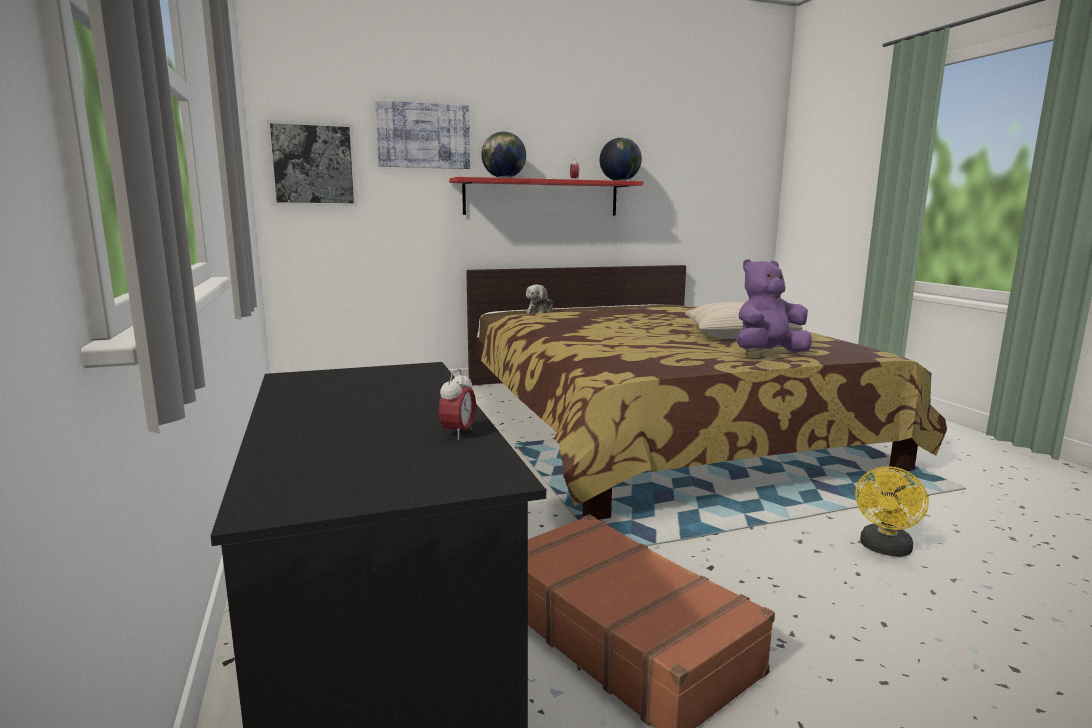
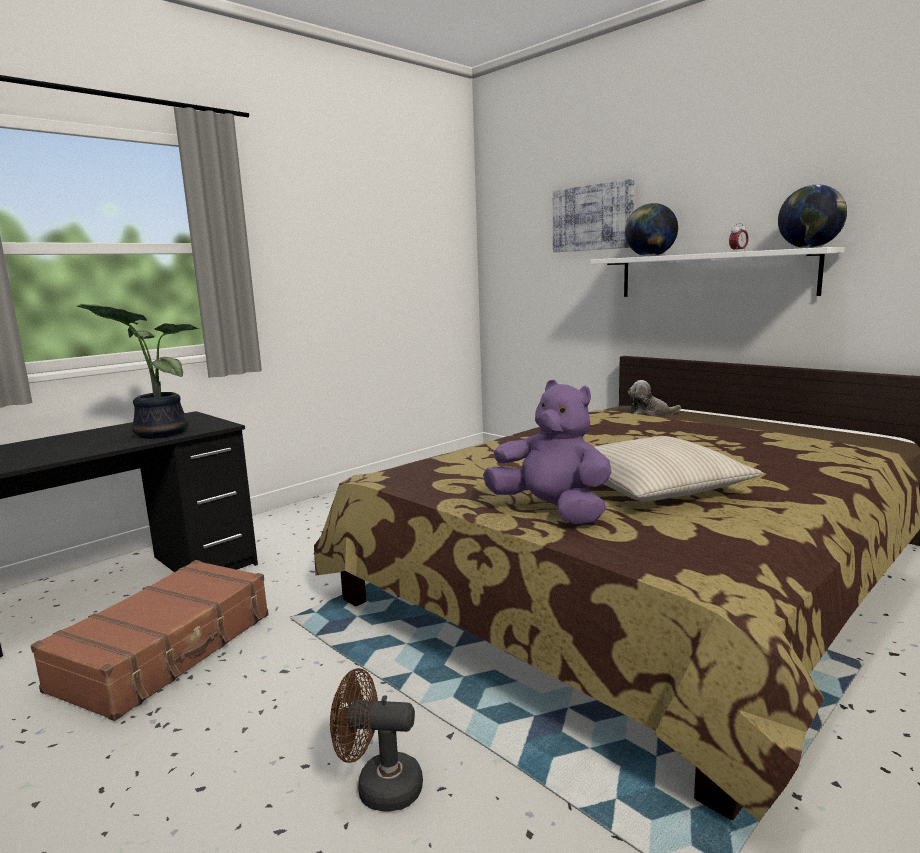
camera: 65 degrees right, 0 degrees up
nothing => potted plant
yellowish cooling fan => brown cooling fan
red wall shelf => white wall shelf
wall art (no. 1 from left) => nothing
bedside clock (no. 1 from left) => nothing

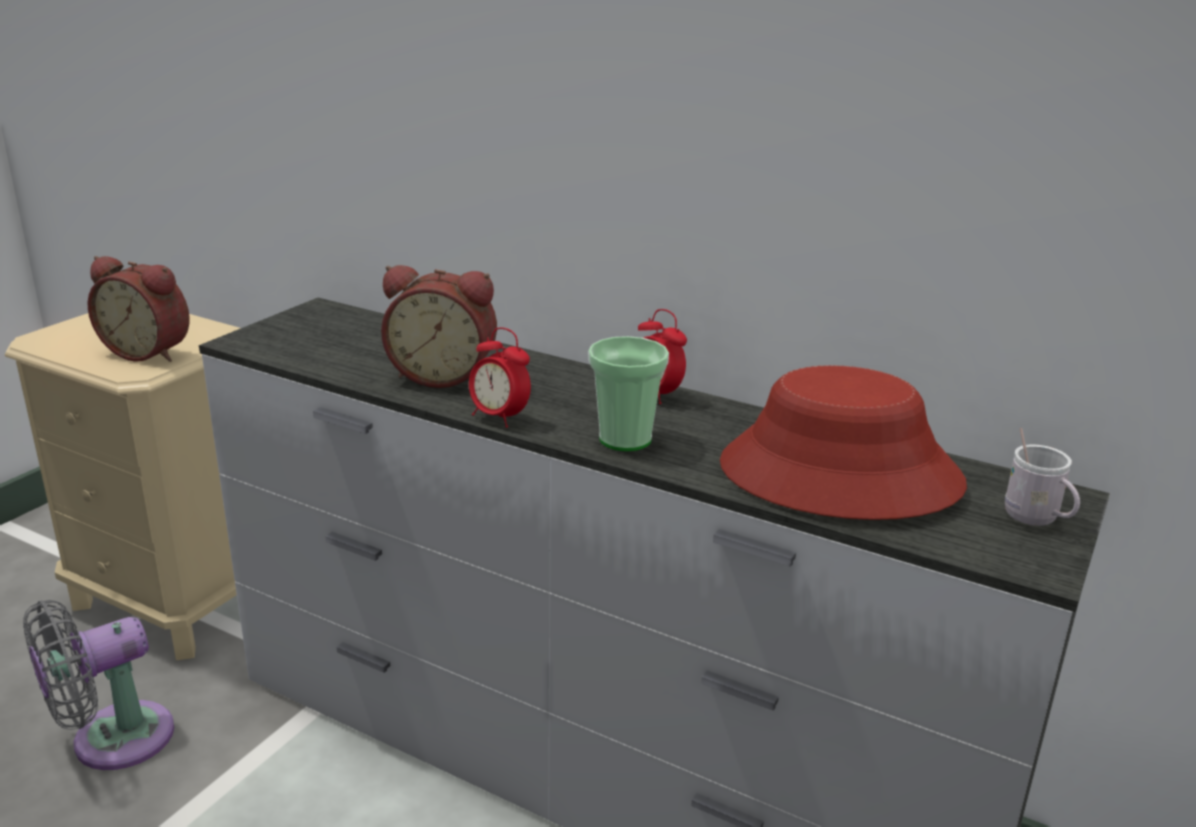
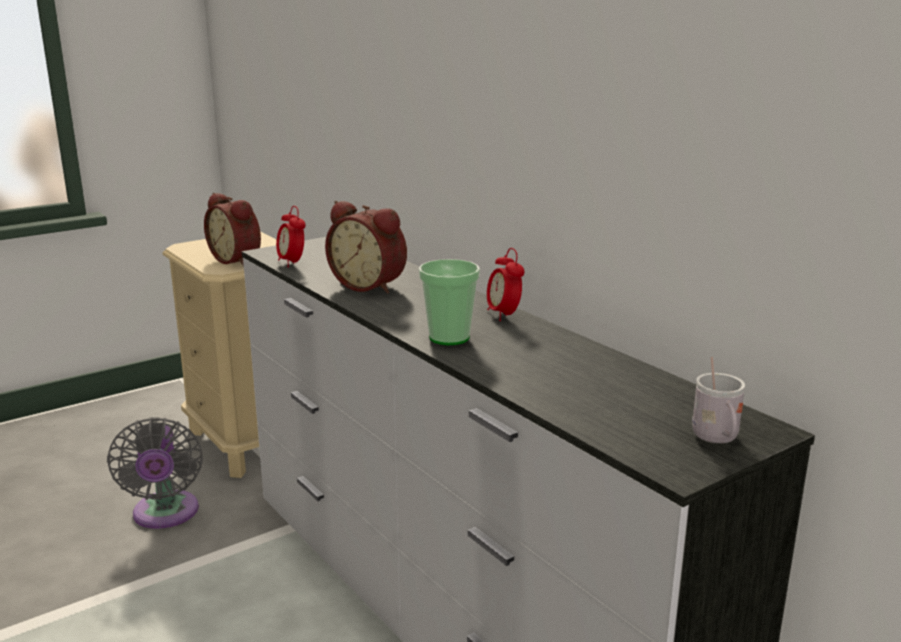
camera: 25 degrees right, 5 degrees down
gray cooling fan, 90 degrees counterclockwise
bedside clock (no. 3 from left in the first image) => bedside clock (no. 2 from left), relocated
red clothing hat => nothing

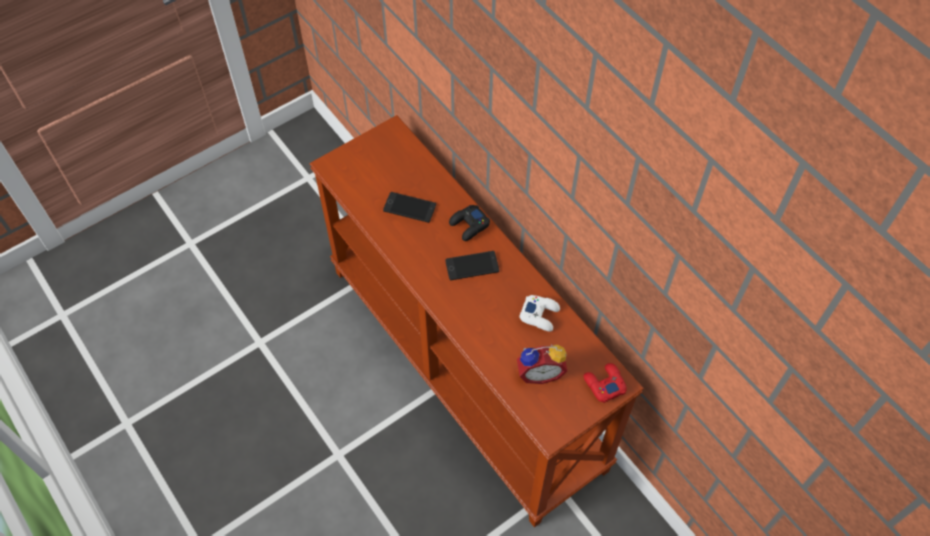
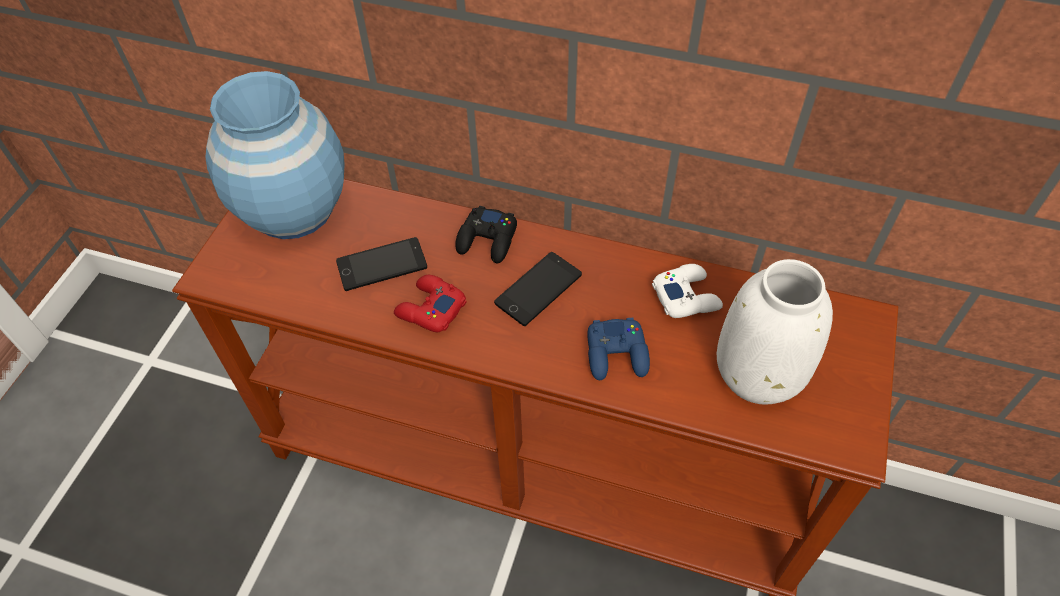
camera: 35 degrees left, 5 degrees down
nothing => bluish vase
red gamepad, relocated
nothing => bluish gamepad
bedside clock => white vase

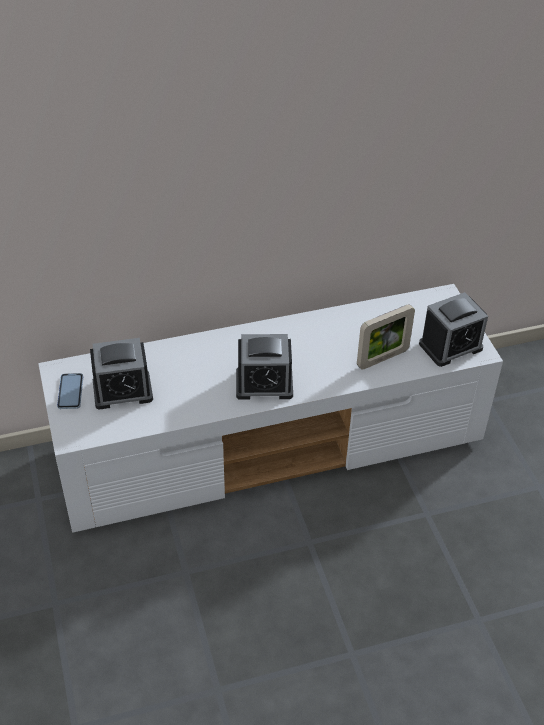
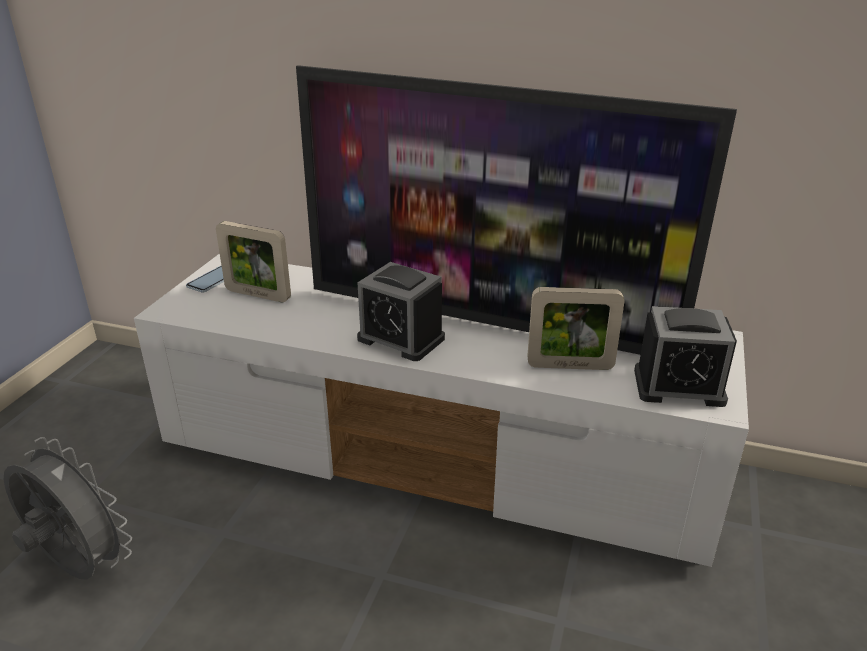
camera: 35 degrees right, 15 degrees down
nothing => gray cooling fan
bedside clock (no. 1 from left) => standing frame (no. 1 from left)
nothing => television

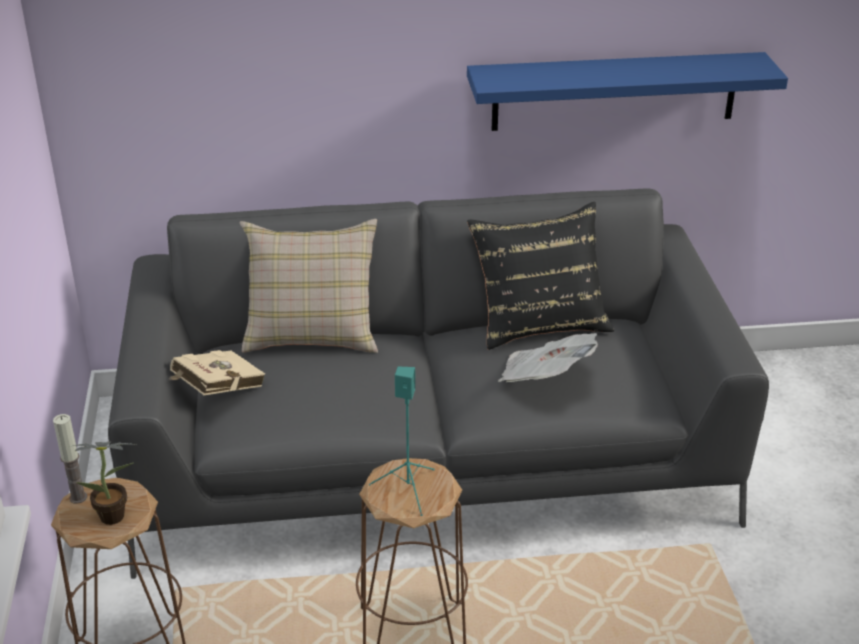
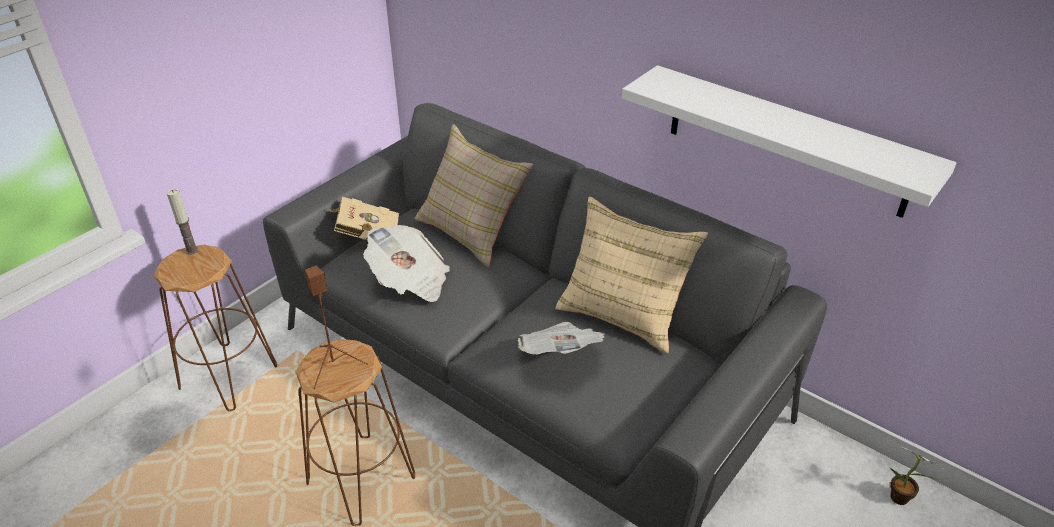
camera: 45 degrees right, 5 degrees up
turquoise-coloured audio speaker => brown audio speaker
nothing => newspaper (no. 1 from left)
blackish pillow => beige-coloured pillow (no. 2 from left)
bluish wall shelf => white wall shelf
potted plant, relocated

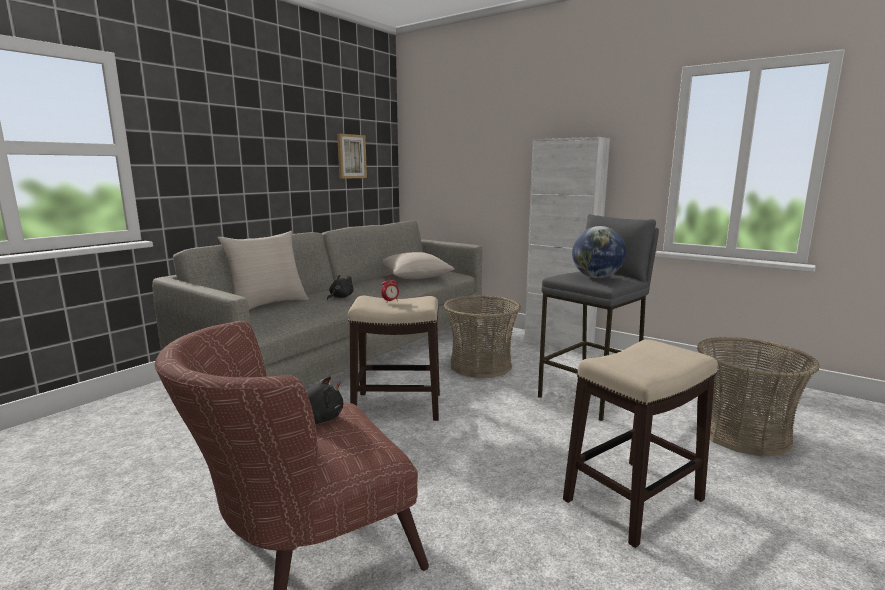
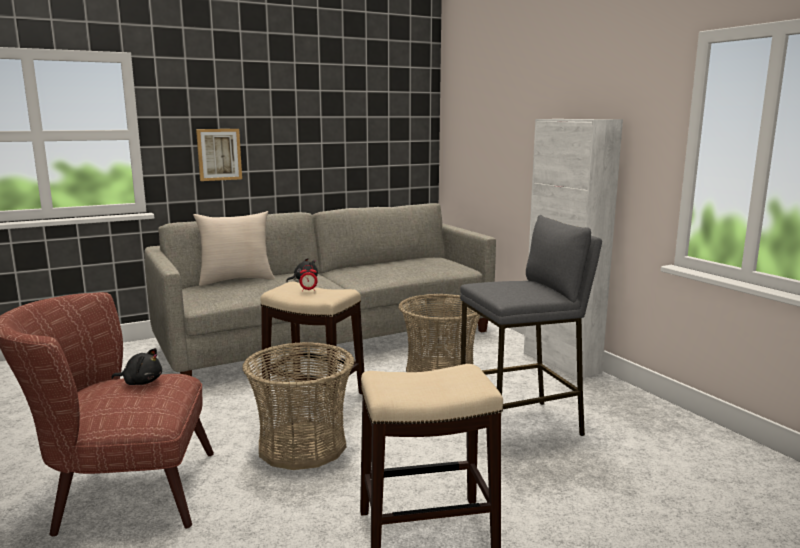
camera: 25 degrees right, 0 degrees up
wall art, relocated
basket (no. 2 from left in the first image) => basket (no. 1 from left), relocated
beige-coloured pillow (no. 2 from left) => nothing
world globe => nothing

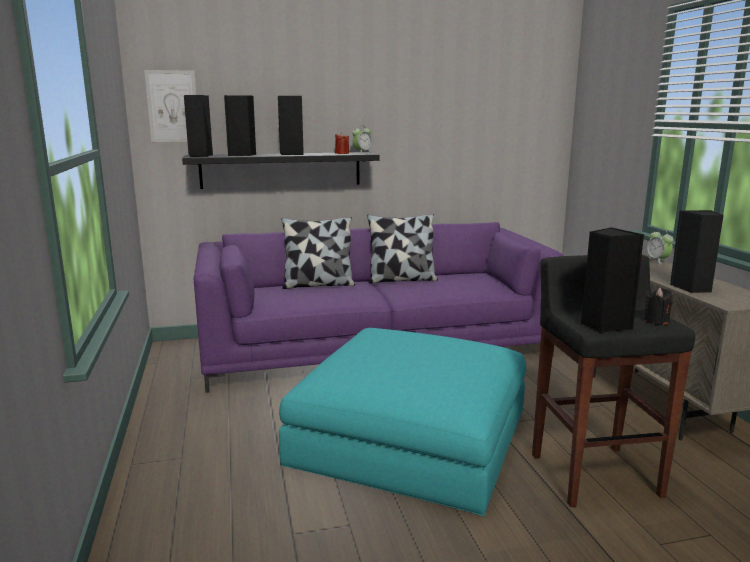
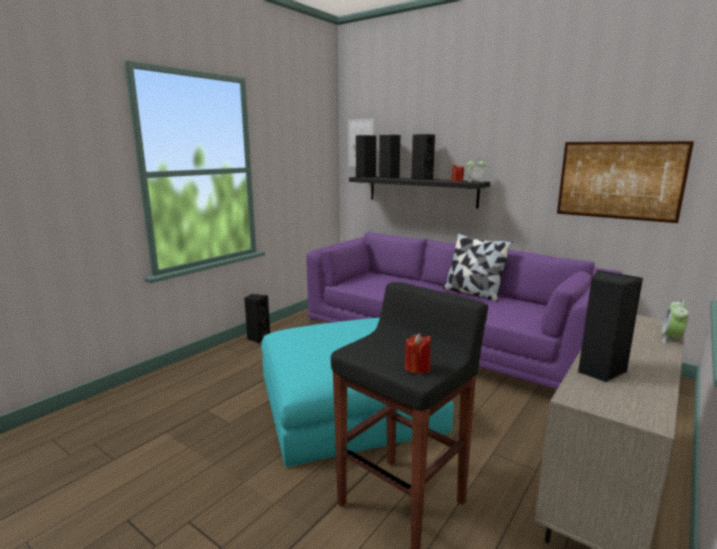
camera: 50 degrees right, 0 degrees up
blackish audio speaker (no. 4 from left in the first image) => blackish audio speaker (no. 1 from left), relocated
blackish wax candle => red wax candle (no. 1 from left)
nothing => wall art (no. 2 from left)
pillow (no. 1 from left) => nothing

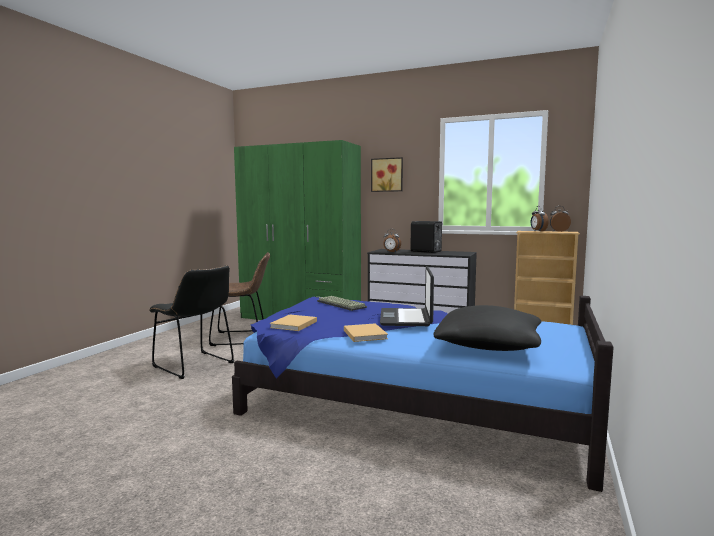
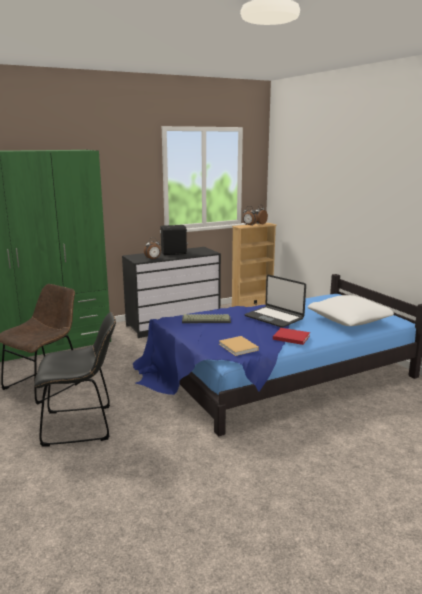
camera: 50 degrees left, 10 degrees up
beige-coloured volume (no. 2 from left) => red volume
blackish pillow => white pillow
wall art => nothing

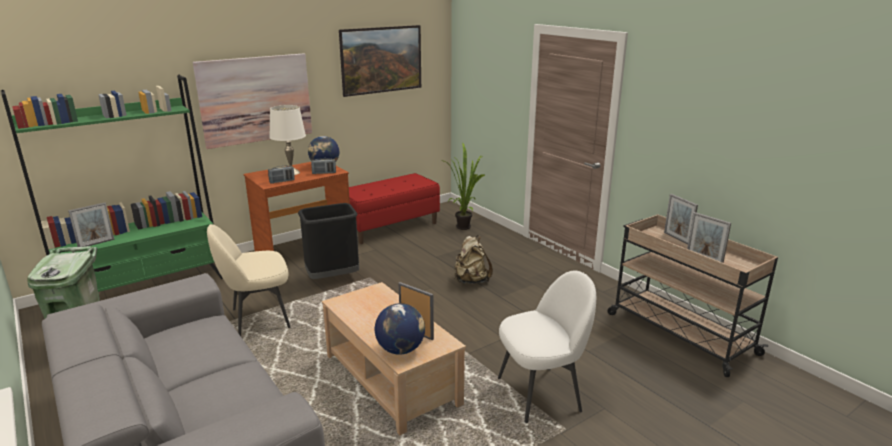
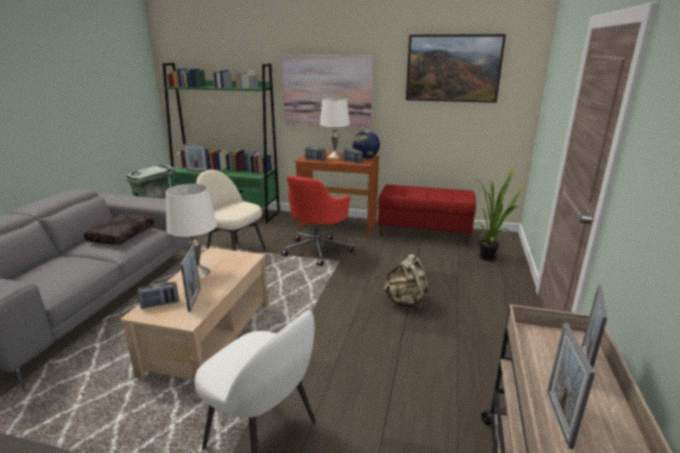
camera: 50 degrees right, 0 degrees up
nothing => brown pillow
world globe (no. 2 from left) => radio (no. 1 from left)
nothing => white lamp for a table (no. 1 from left)
blackish trash can => red desk chair

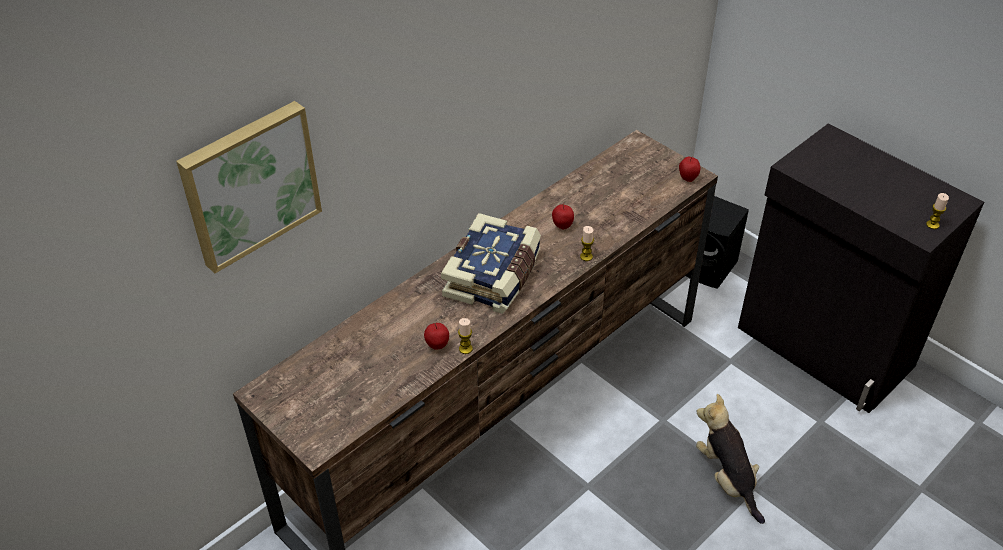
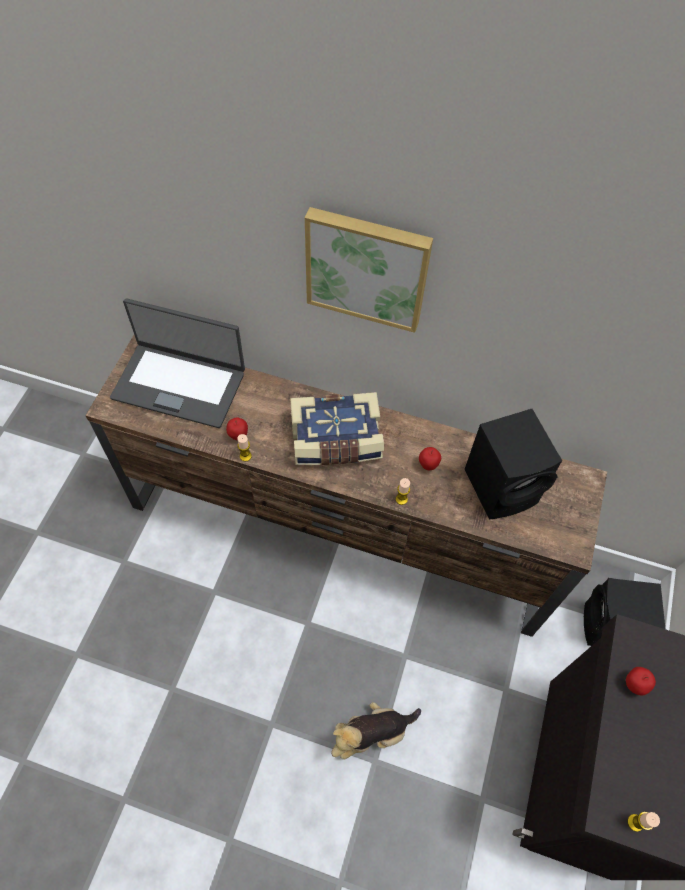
camera: 60 degrees right, 15 degrees up
nothing => notebook computer
wall art, relocated
cuddly toy, 150 degrees counterclockwise
nothing => blackish audio speaker (no. 1 from left)
apple fruit (no. 3 from left), relocated

